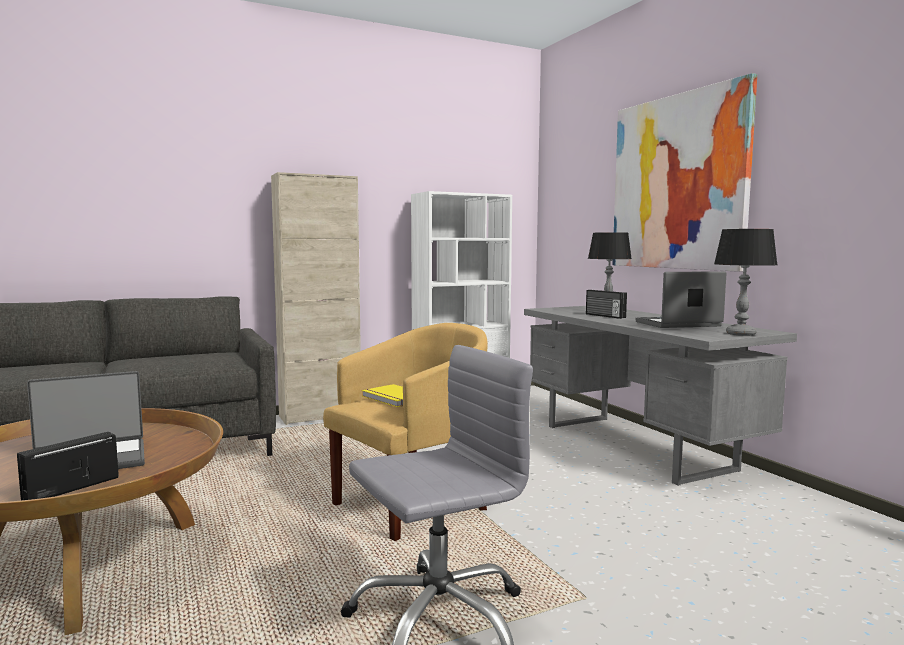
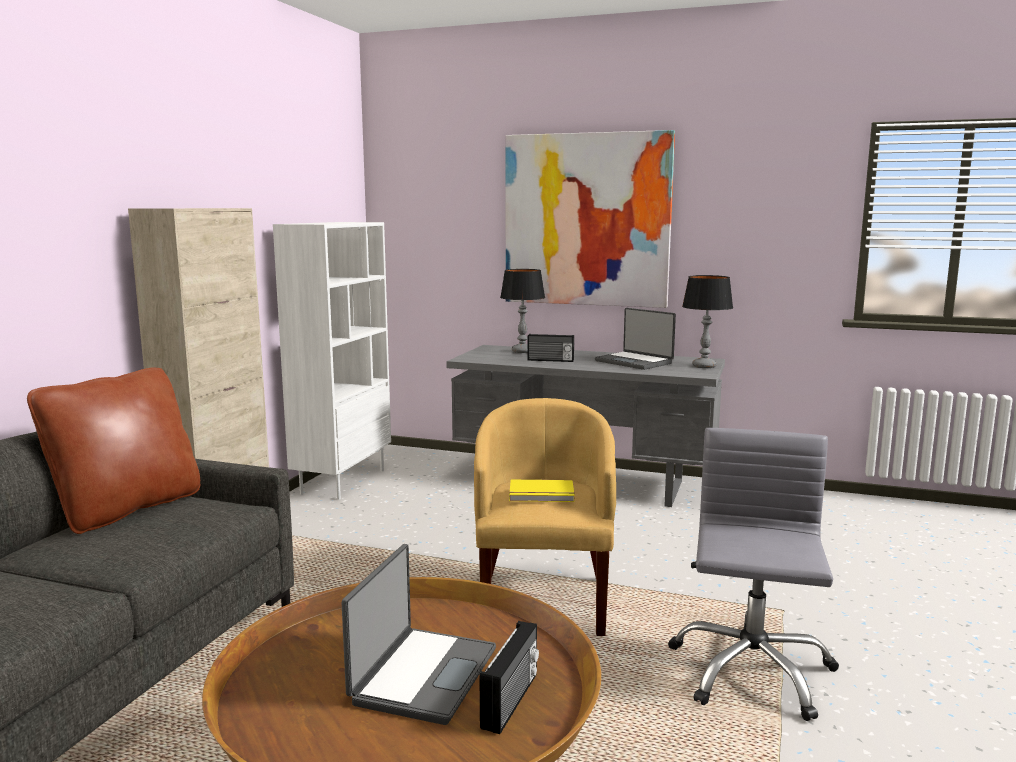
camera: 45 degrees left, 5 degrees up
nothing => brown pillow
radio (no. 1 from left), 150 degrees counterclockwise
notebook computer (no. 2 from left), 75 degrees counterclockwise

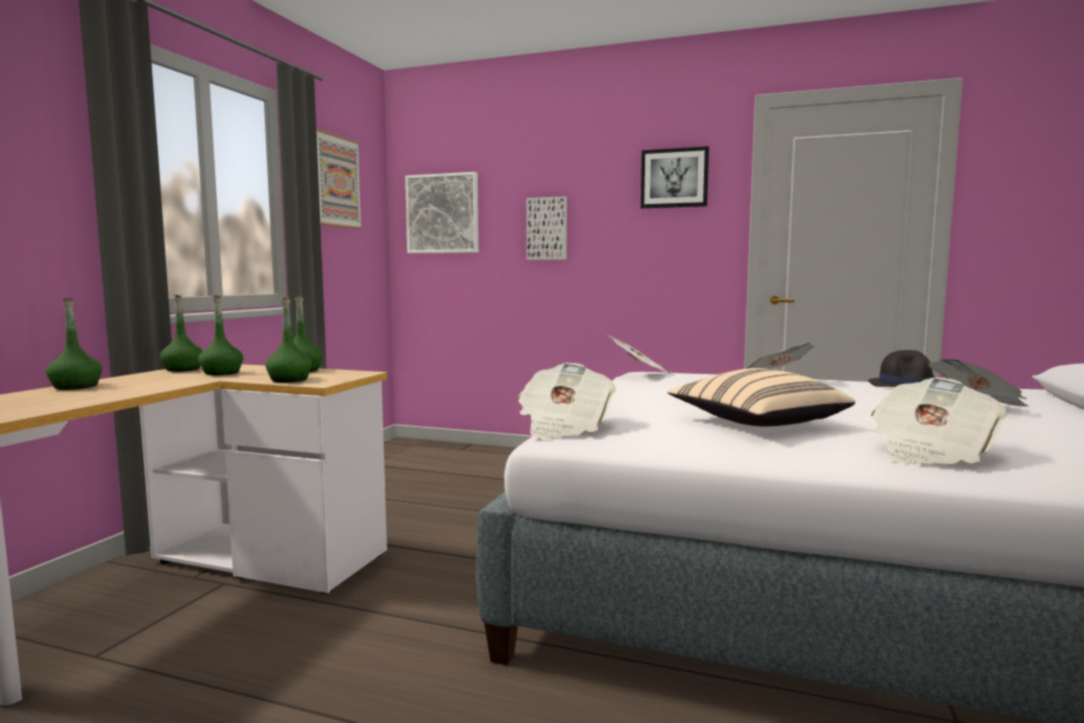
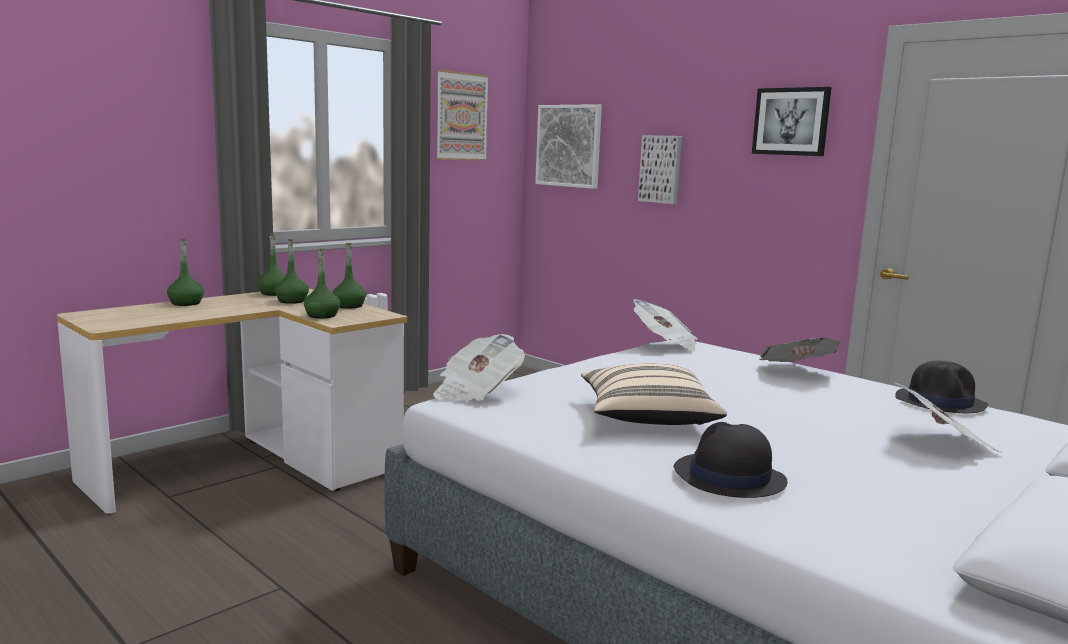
camera: 25 degrees right, 5 degrees up
newspaper (no. 4 from left) => blackish clothing hat (no. 1 from left)

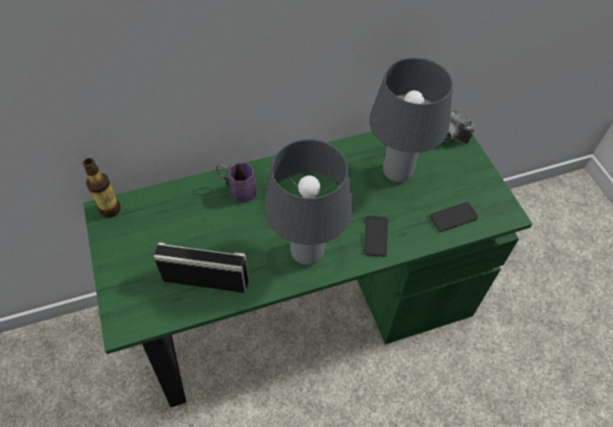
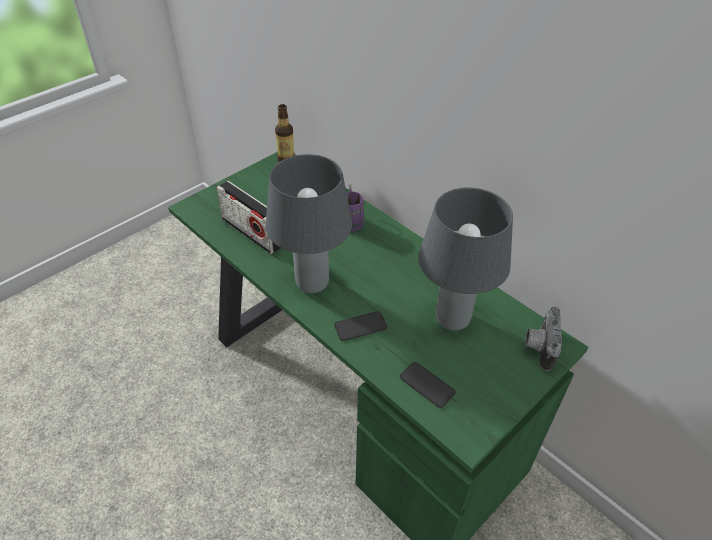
camera: 65 degrees right, 10 degrees down
radio, 150 degrees clockwise

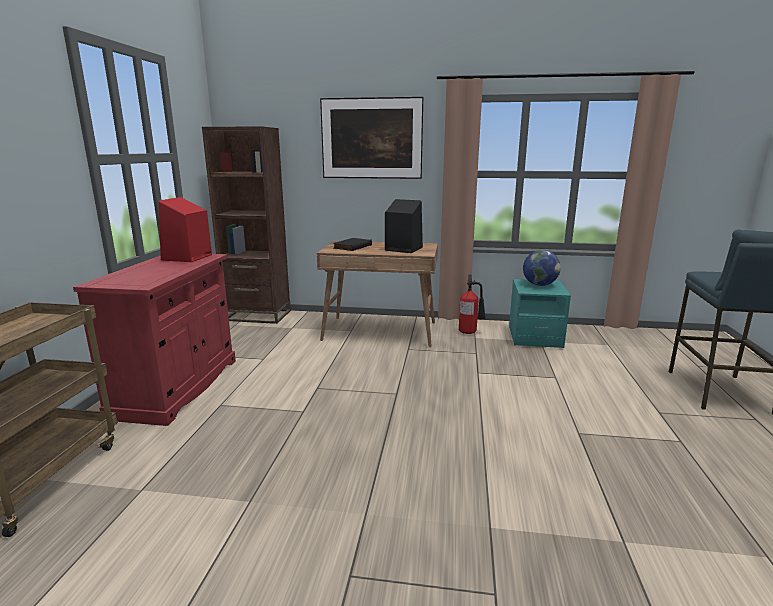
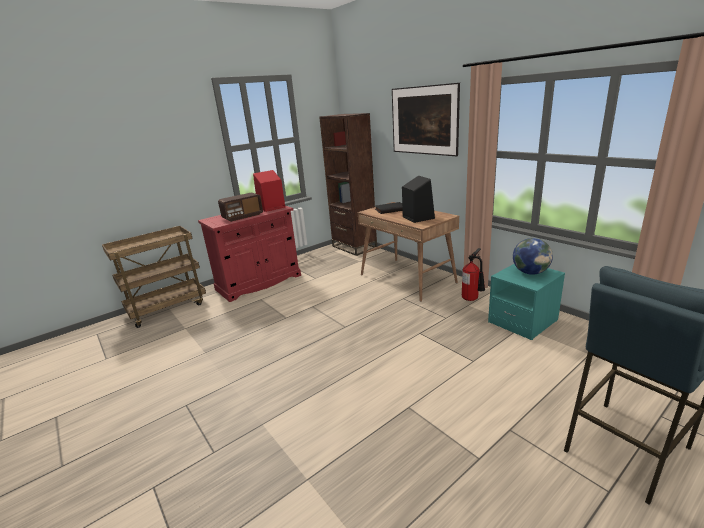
camera: 45 degrees right, 5 degrees up
nothing => radio

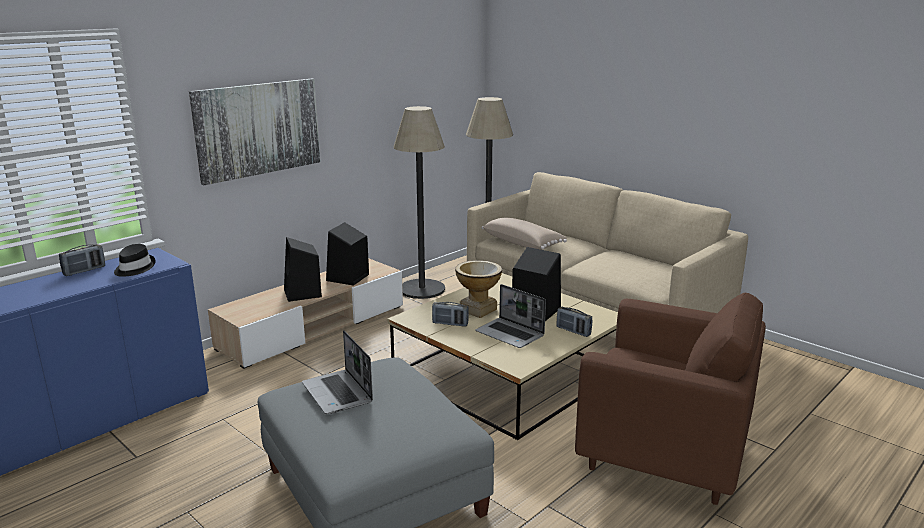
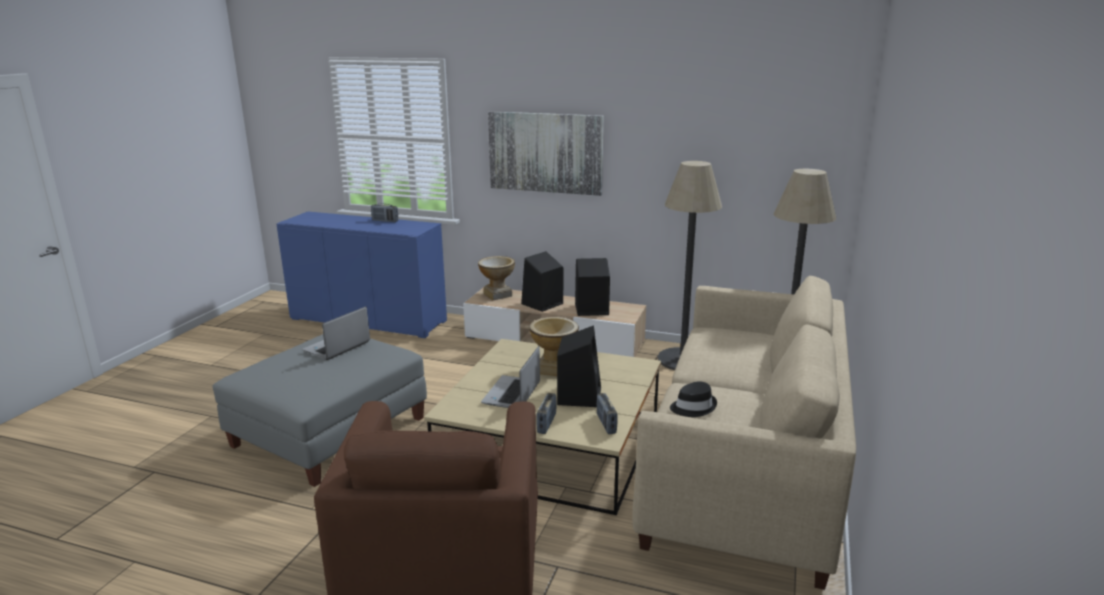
camera: 65 degrees right, 0 degrees up
nothing => vase (no. 1 from left)
radio (no. 2 from left in the first image) => radio (no. 3 from left), relocated
blackish clothing hat, relocated
beige-coloured pillow => nothing

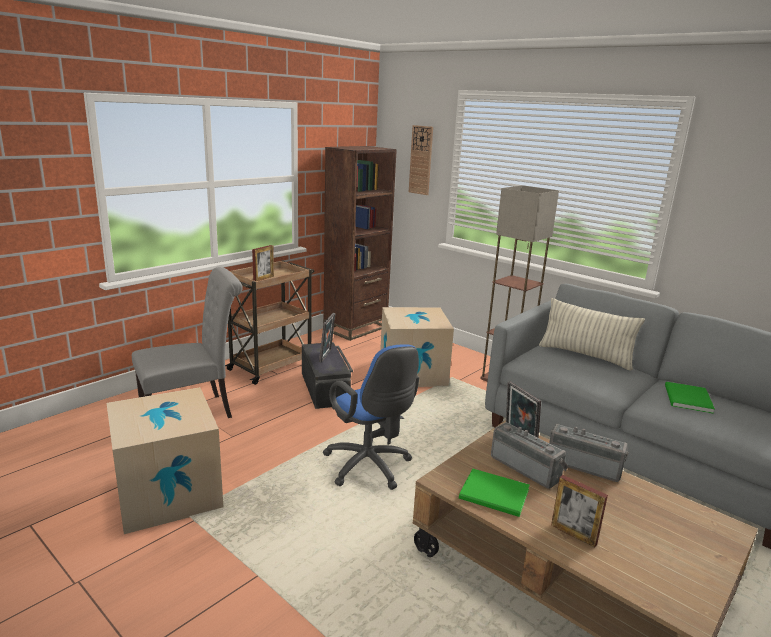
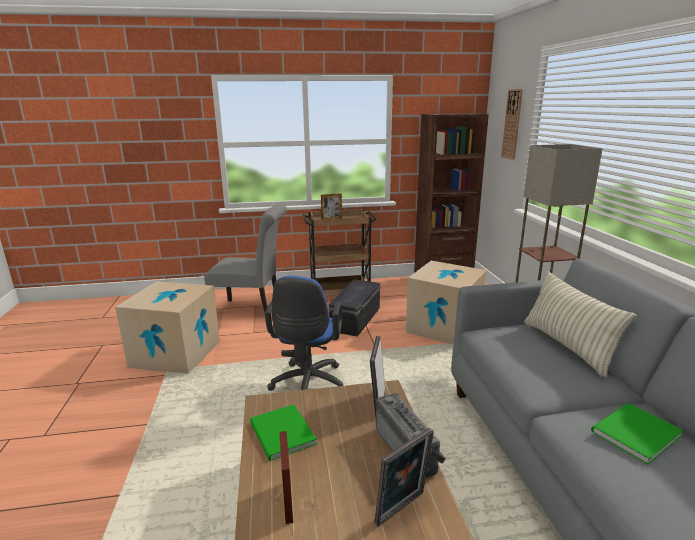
camera: 40 degrees right, 0 degrees up
standing frame (no. 2 from left in the first image) => standing frame (no. 4 from left), relocated
radio (no. 1 from left) => nothing

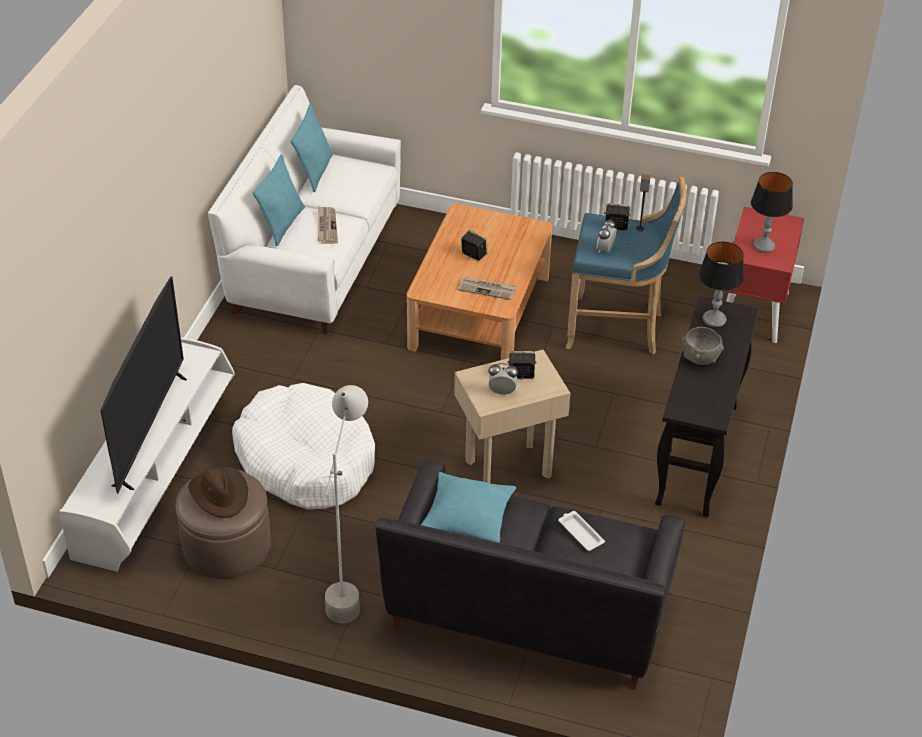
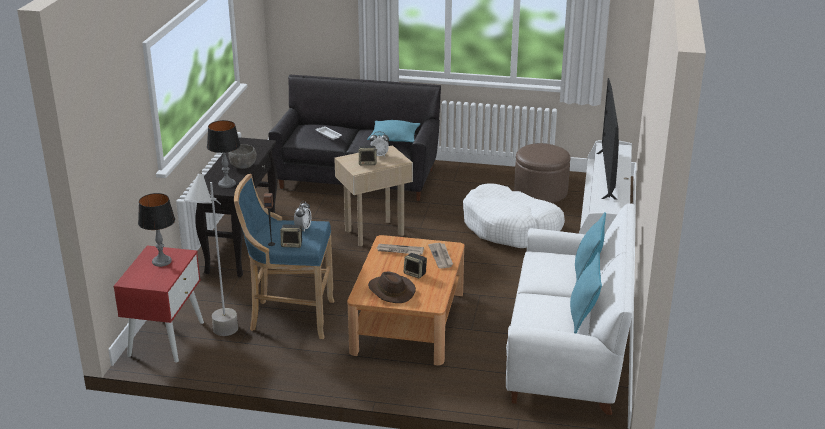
camera: 175 degrees right, 15 degrees down
gray standard lamp, relocated
brown clothing hat, relocated
newspaper (no. 1 from left in the first image) => newspaper (no. 2 from left), relocated

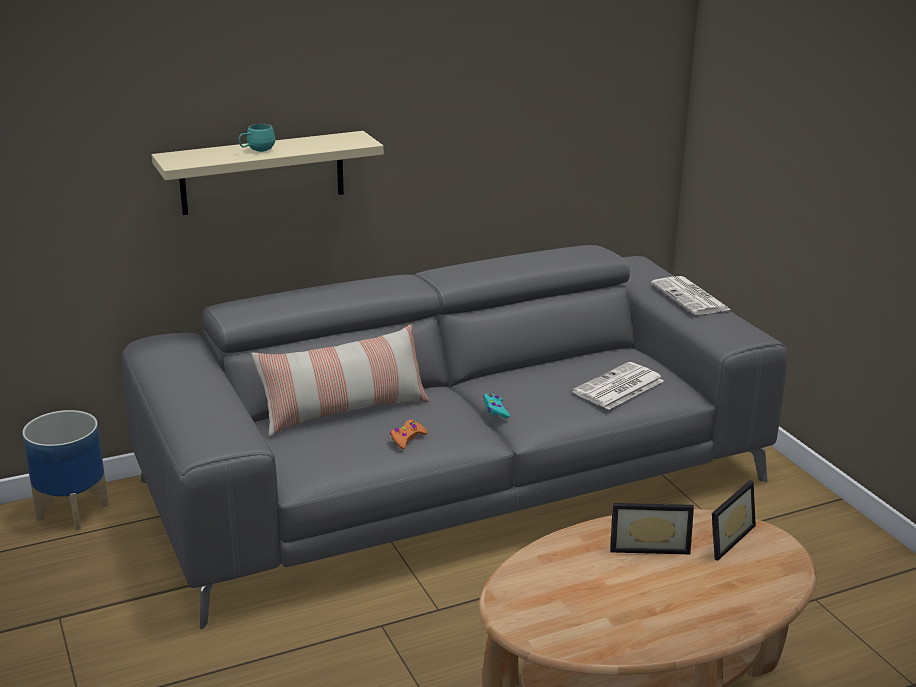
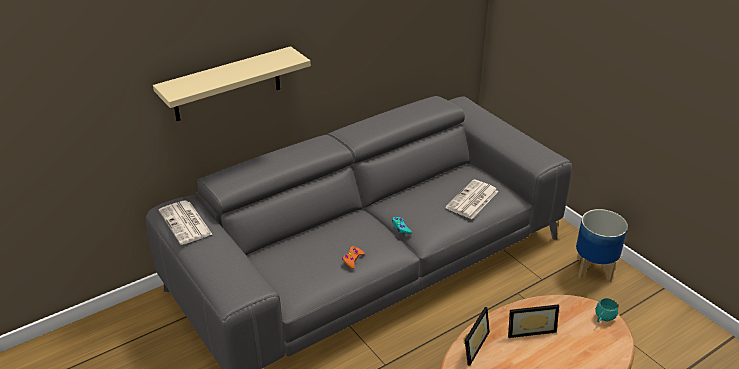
camera: 10 degrees left, 10 degrees up
newspaper (no. 2 from left in the first image) => newspaper (no. 1 from left), relocated
standing frame (no. 2 from left in the first image) => standing frame (no. 1 from left), relocated
flower pot, relocated
turquoise-coloured coffee mug, relocated
pillow => nothing

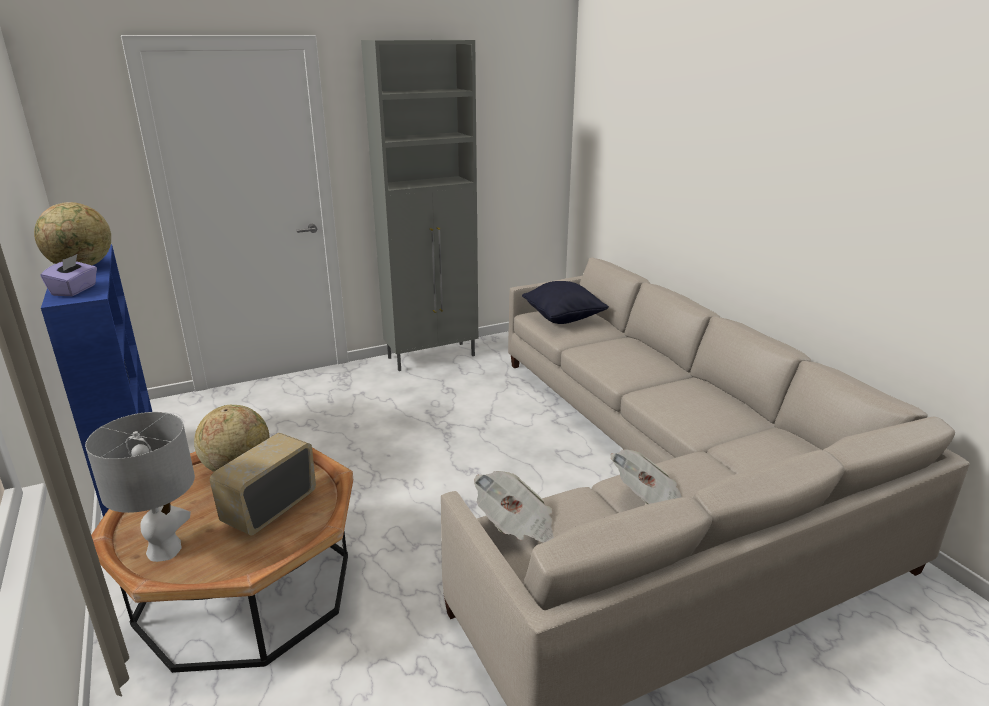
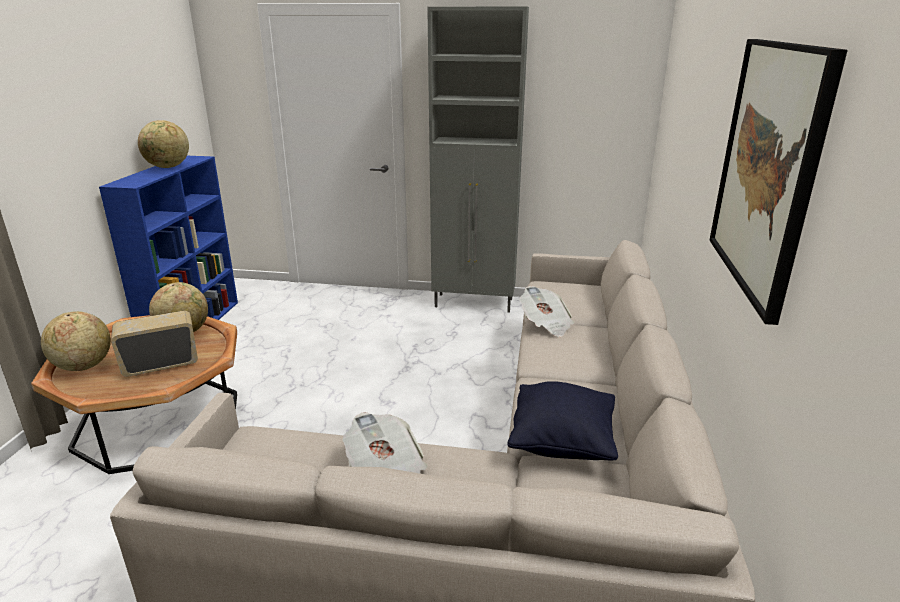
camera: 35 degrees right, 0 degrees up
gray lamp for a table => world globe (no. 1 from left)
blackish pillow, relocated
newspaper (no. 1 from left in the first image) => newspaper (no. 2 from left), relocated
nothing => wall art
purple-coloured tissue holder => nothing

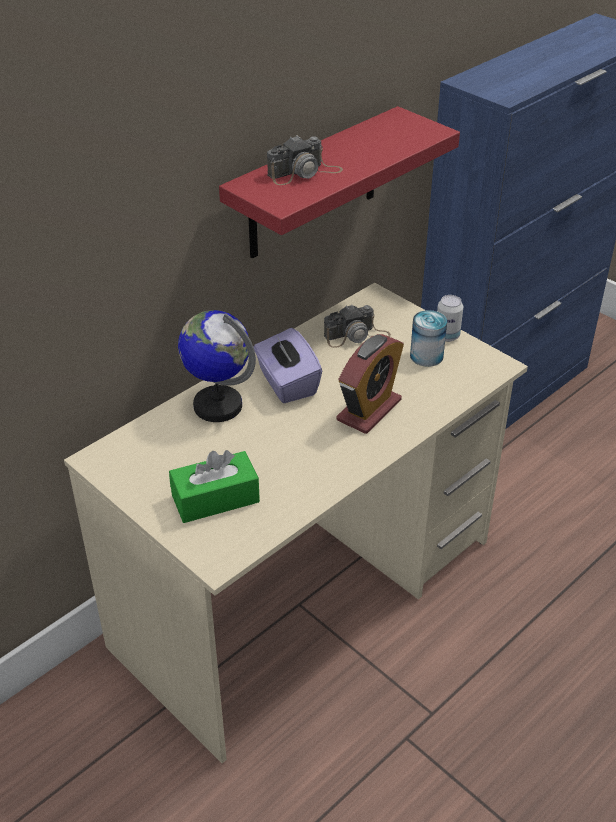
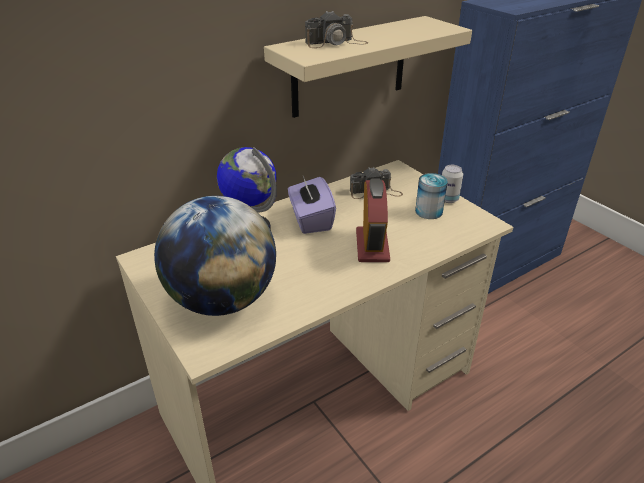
camera: 10 degrees right, 5 degrees down
greenish tissue holder => world globe (no. 1 from left)
red wall shelf => beige-coloured wall shelf
bedside clock, 45 degrees counterclockwise

